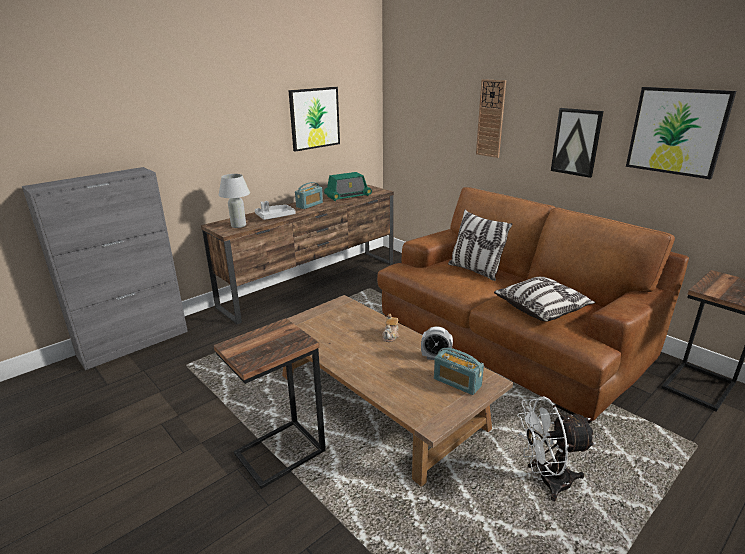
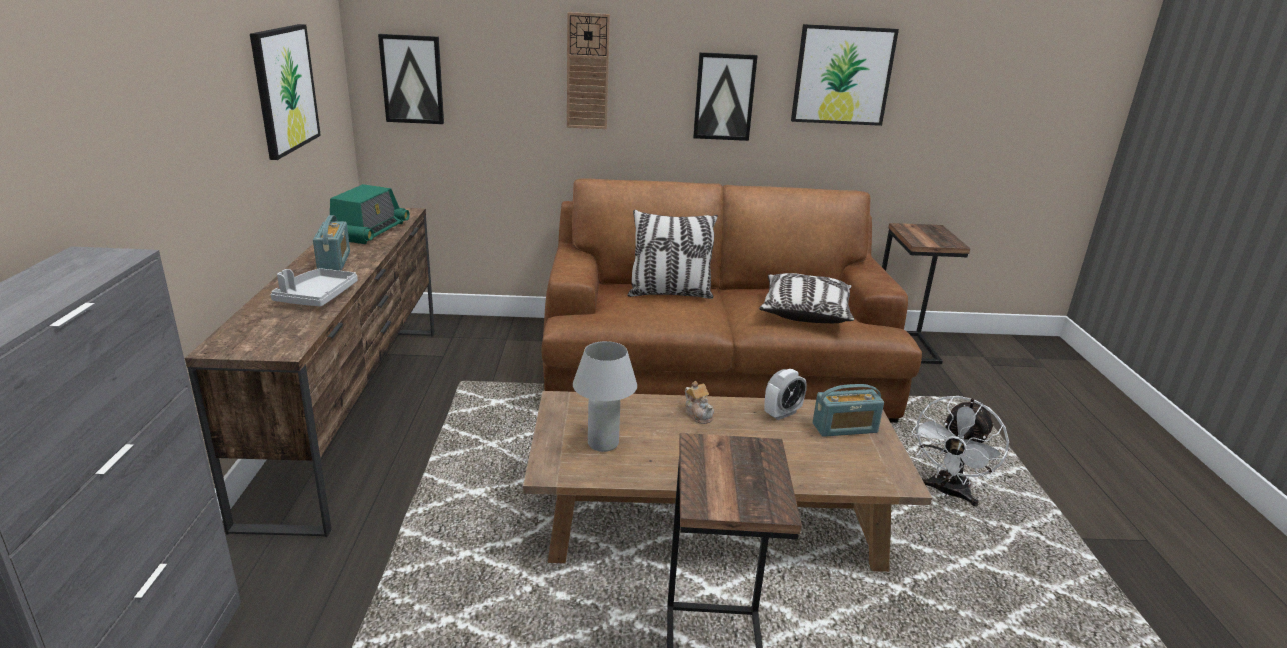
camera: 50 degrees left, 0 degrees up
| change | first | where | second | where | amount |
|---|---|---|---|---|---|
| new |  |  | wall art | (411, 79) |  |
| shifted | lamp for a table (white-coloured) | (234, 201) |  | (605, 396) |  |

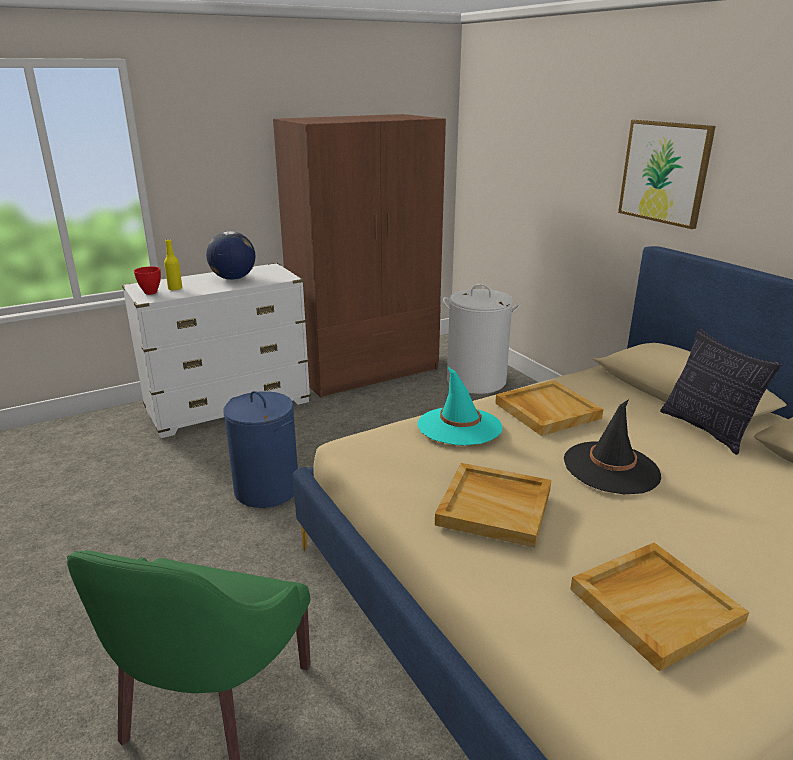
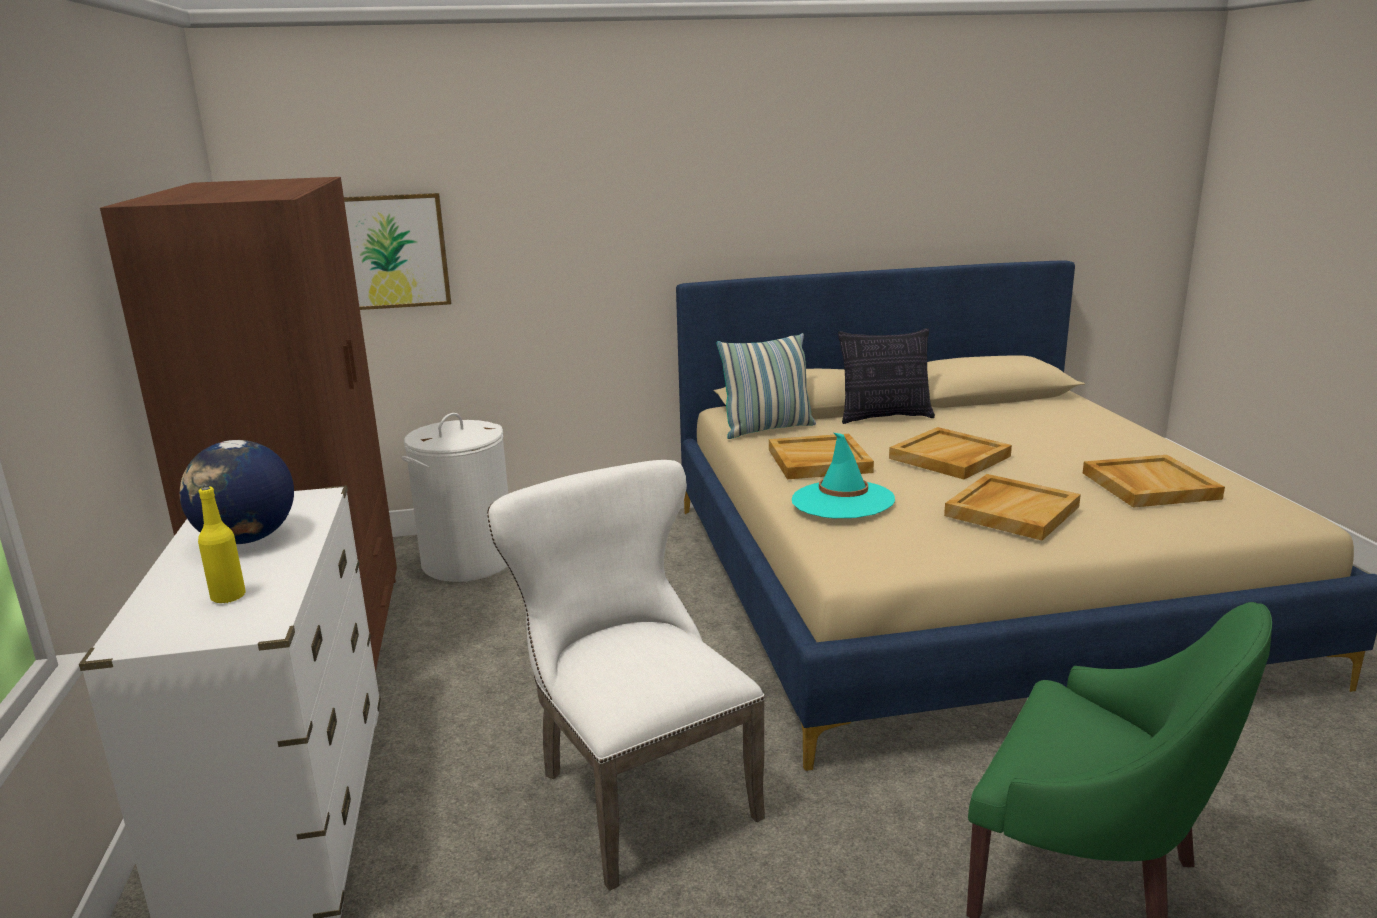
camera: 70 degrees left, 5 degrees down
| change | first | where | second | where | amount |
|---|---|---|---|---|---|
| gone | serving bowl (reddish) | (147, 280) |  |  |  |
| new |  |  | cushion | (766, 386) |  |
| shifted | wall art | (667, 174) |  | (397, 251) |  |
| swapped | washing basket (bluish) | (260, 449) | upright chair (white-coloured) | (626, 675) |  |
| swapped | clothing hat (blackish) | (612, 446) | carrying tray (beige-coloured) | (950, 453) |  |

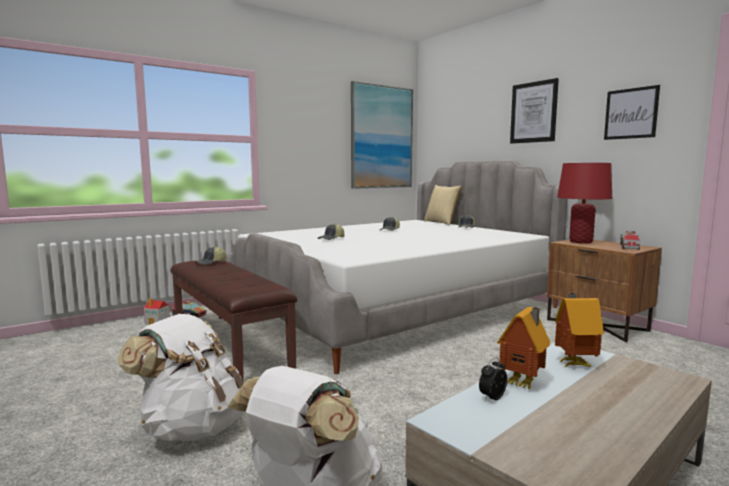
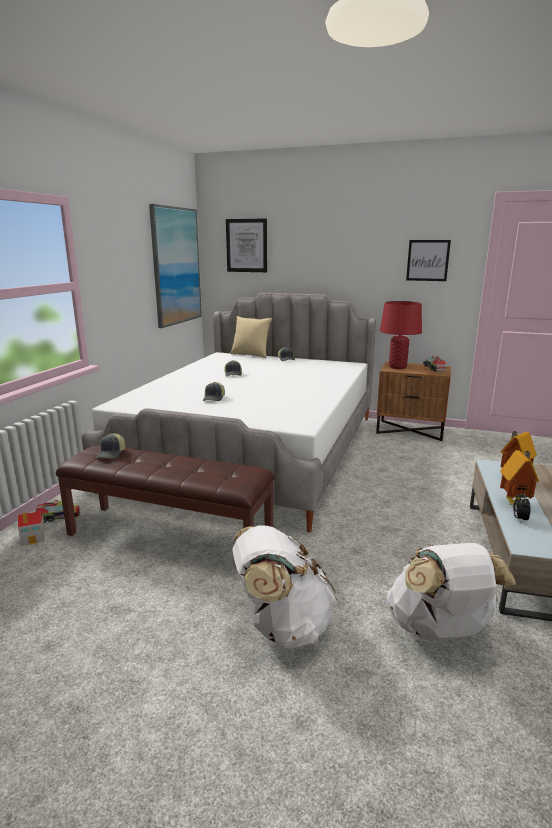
camera: 35 degrees left, 10 degrees up
| change | first | where | second | where | amount |
|---|---|---|---|---|---|
| shifted | wall art | (534, 111) |  | (246, 245) |  |

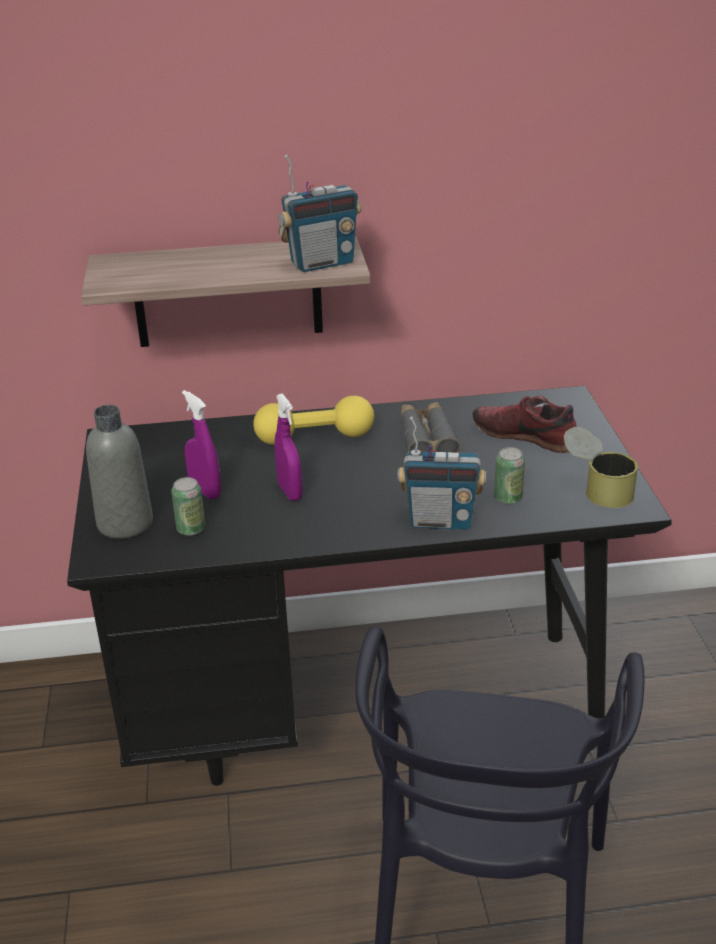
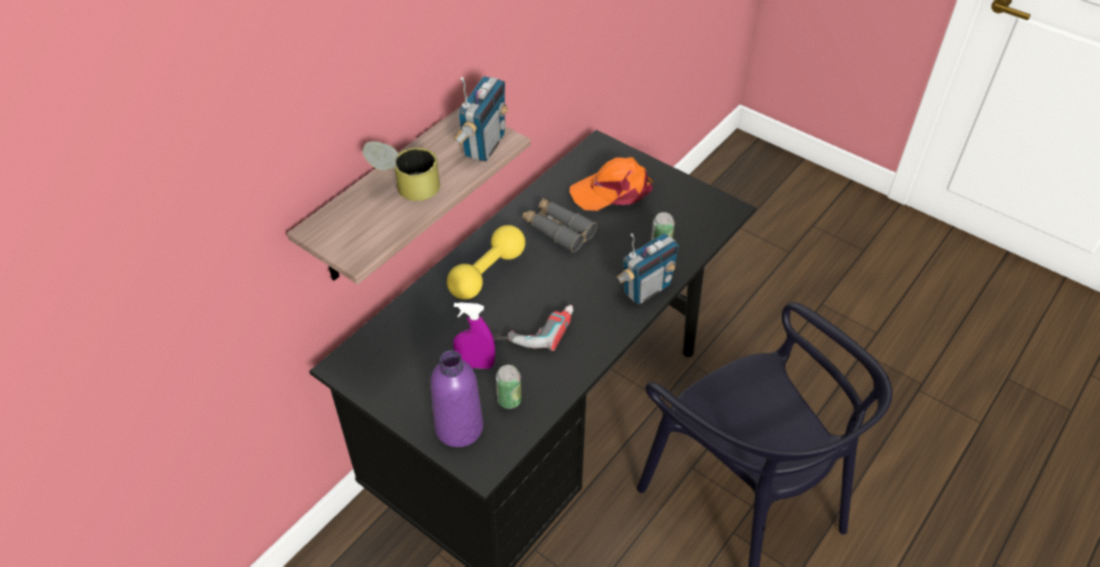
camera: 45 degrees left, 15 degrees up
| change | first | where | second | where | amount |
|---|---|---|---|---|---|
| shifted | sealed can | (601, 467) |  | (401, 171) |  |
| swapped | spray bottle (purplish) | (289, 447) | power drill | (533, 328) |  |
| swapped | item of footwear | (525, 424) | cap (orangey) | (611, 184) |  |
| repainted | drink bottle (greyish) | (119, 472) | drink bottle (purplish) | (456, 398) |  |

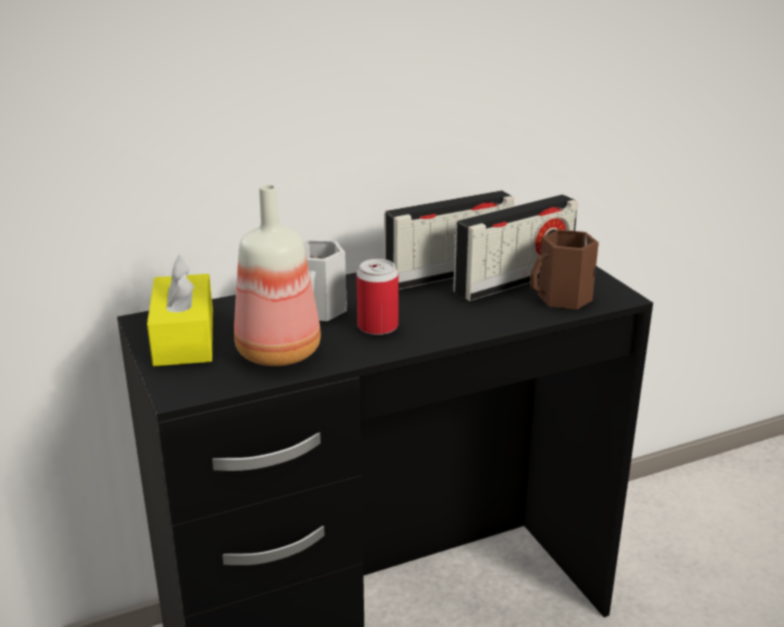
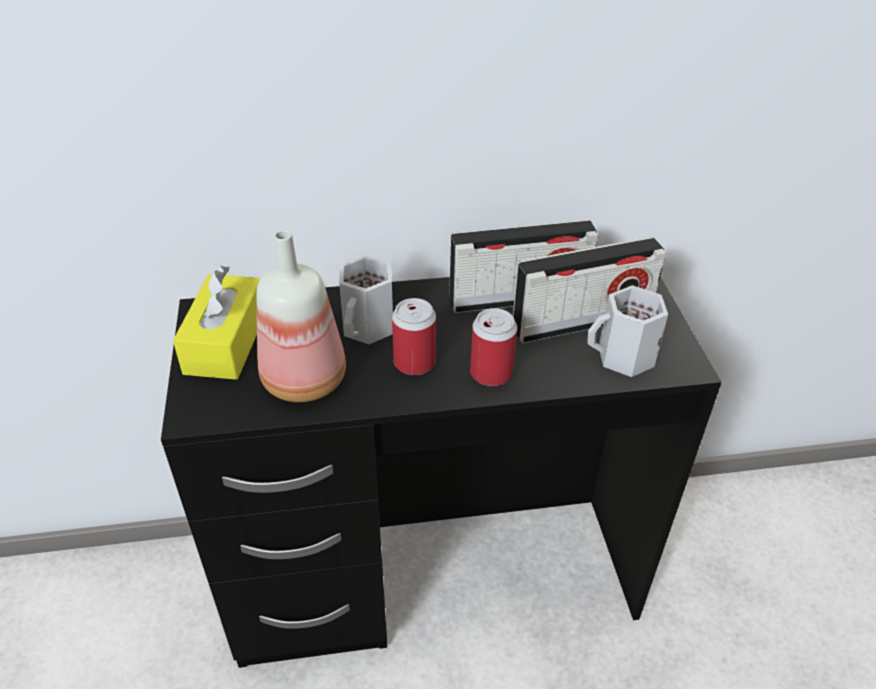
camera: 15 degrees right, 15 degrees up
| change | first | where | second | where | amount |
|---|---|---|---|---|---|
| new |  |  | sealed can | (493, 347) |  |
| repainted | mug (brownish) | (564, 270) | mug (white-coloured) | (627, 331) |  |

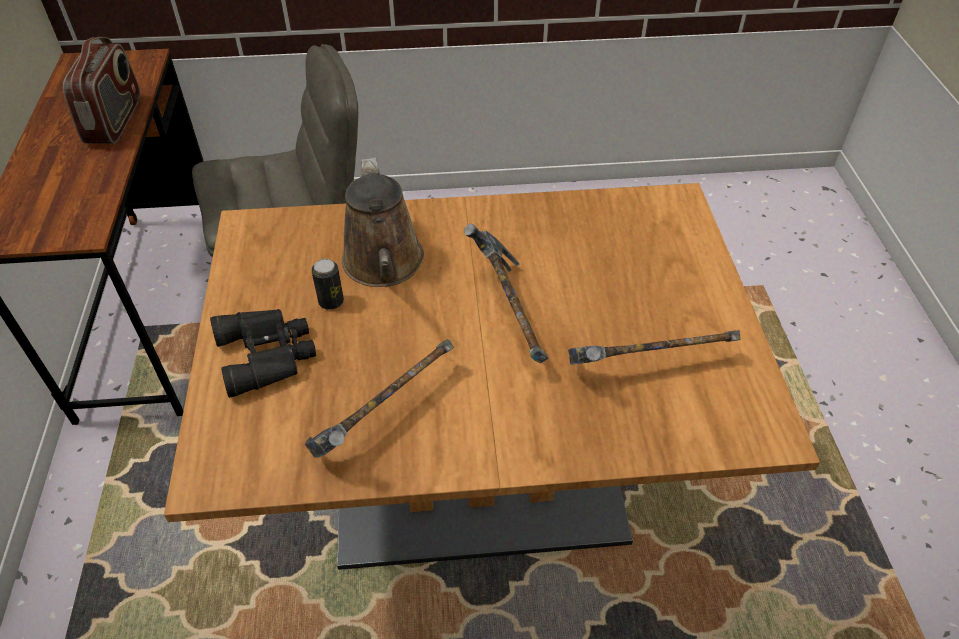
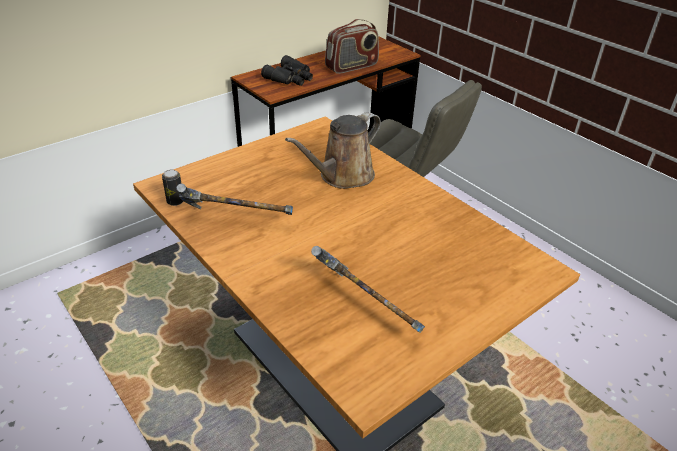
camera: 55 degrees right, 10 degrees down
| change | first | where | second | where | amount |
|---|---|---|---|---|---|
| gone | hammer | (506, 293) |  |  |  |
| shifted | binoculars (blackish) | (263, 353) |  | (287, 70) |  |
| shifted | sealed can | (327, 284) |  | (172, 188) |  |

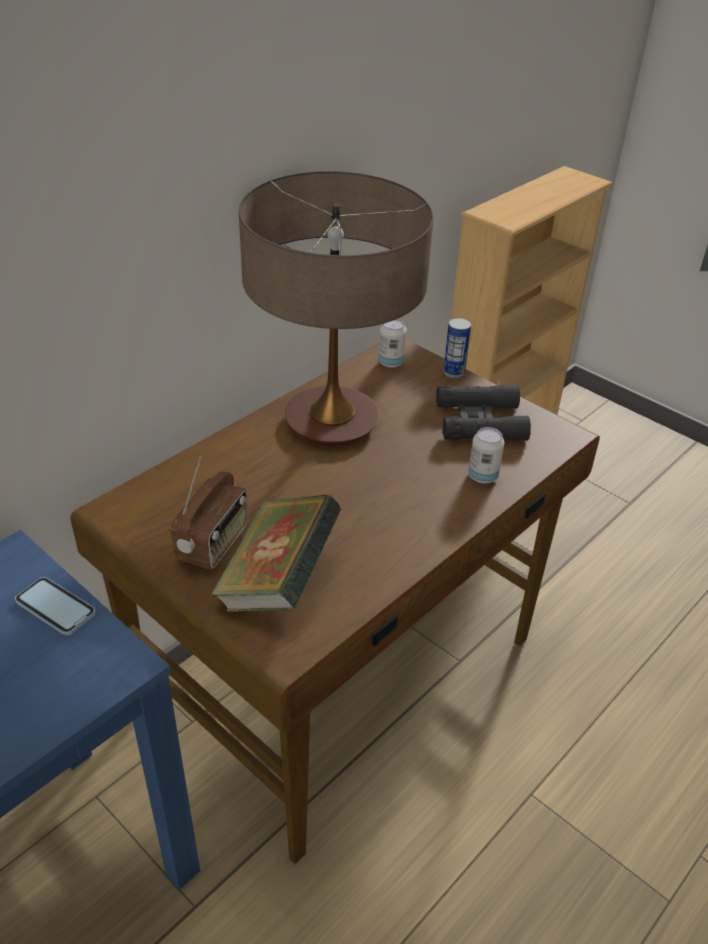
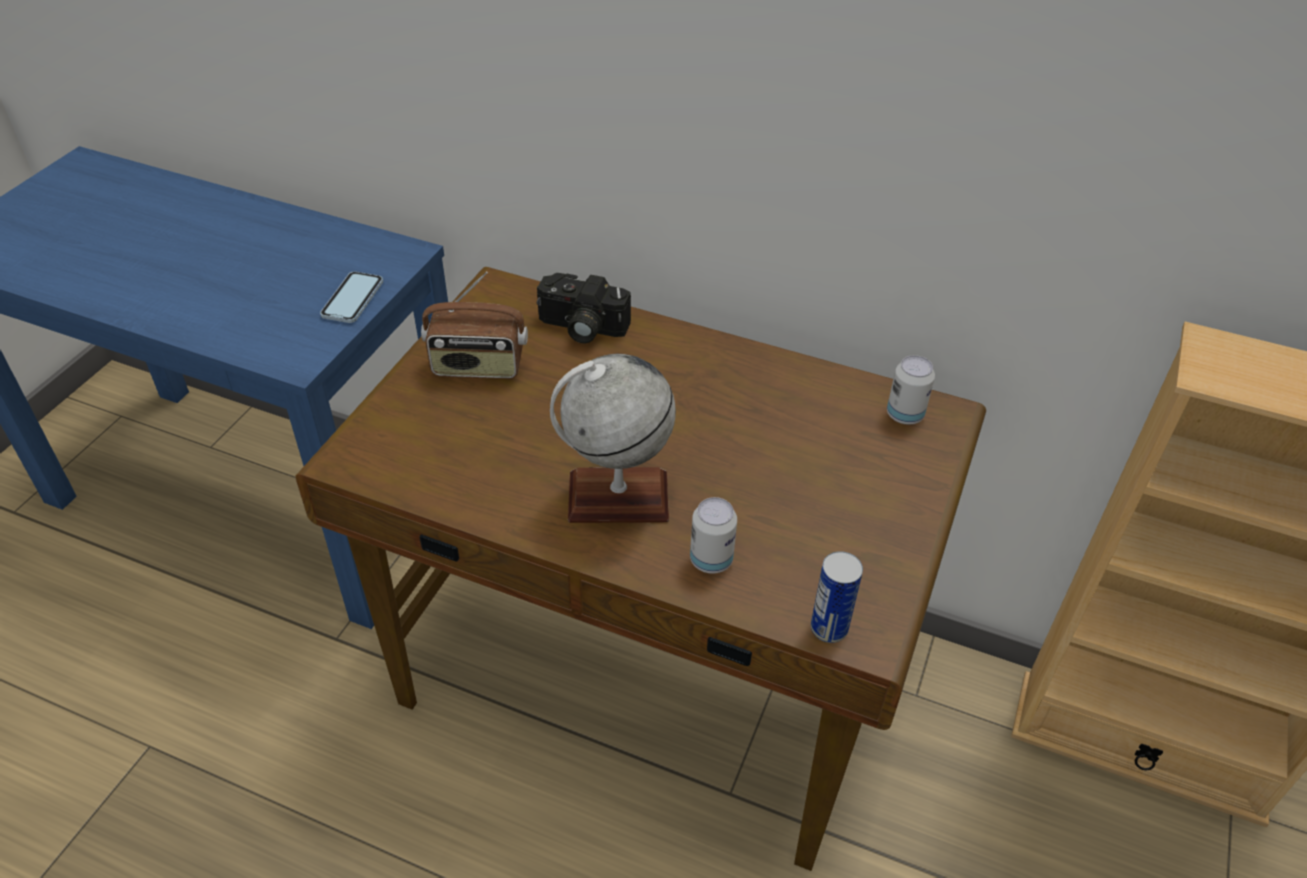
camera: 70 degrees right, 5 degrees up
| change | first | where | second | where | amount |
|---|---|---|---|---|---|
| gone | bound book | (276, 553) |  |  |  |
| gone | lamp for a table | (336, 309) |  |  |  |
| gone | binoculars (blackish) | (483, 413) |  |  |  |
| new |  |  | photo camera | (584, 308) |  |
| new |  |  | desk globe | (613, 438) |  |
| shifted | sealed can | (457, 348) |  | (837, 597) |  |

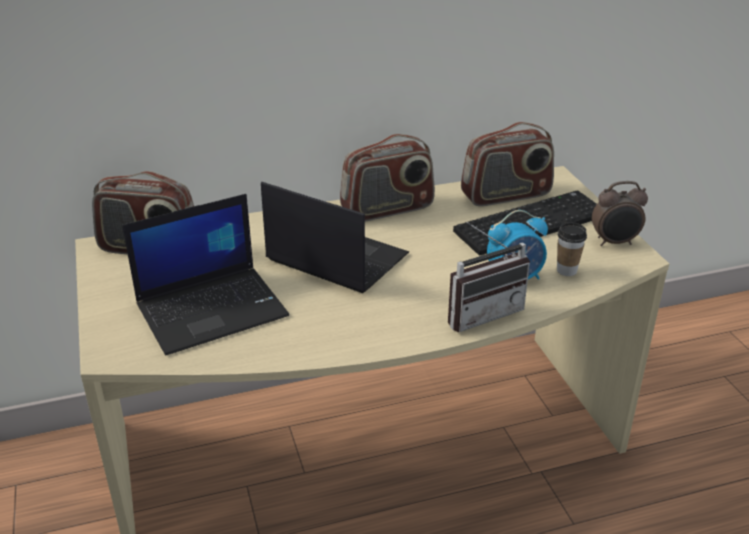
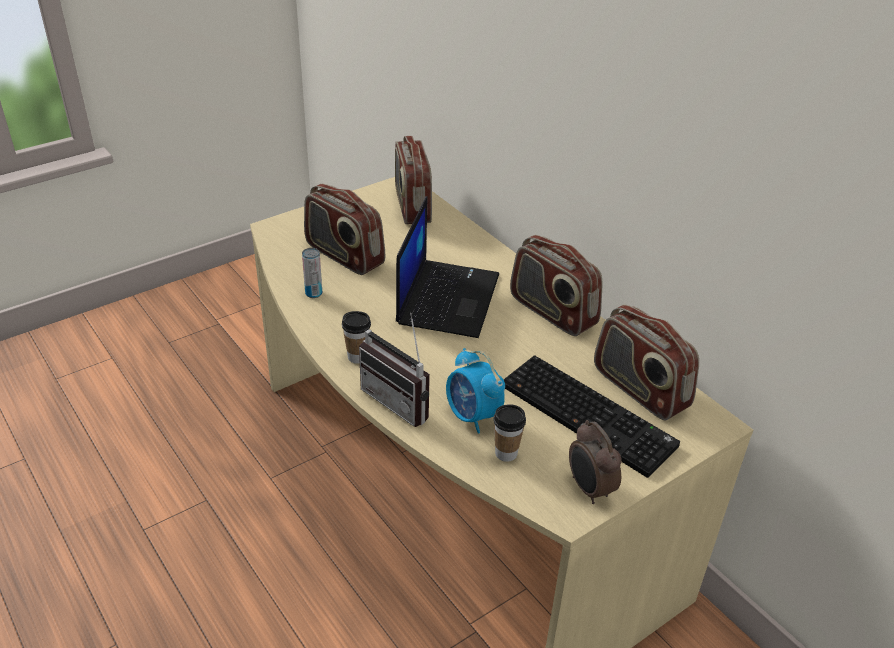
camera: 70 degrees right, 5 degrees up
| change | first | where | second | where | amount |
|---|---|---|---|---|---|
| new |  |  | sealed can | (312, 273) |  |
| new |  |  | cup | (356, 337) |  |
| swapped | laptop | (205, 274) | radio set | (344, 229) |  |

